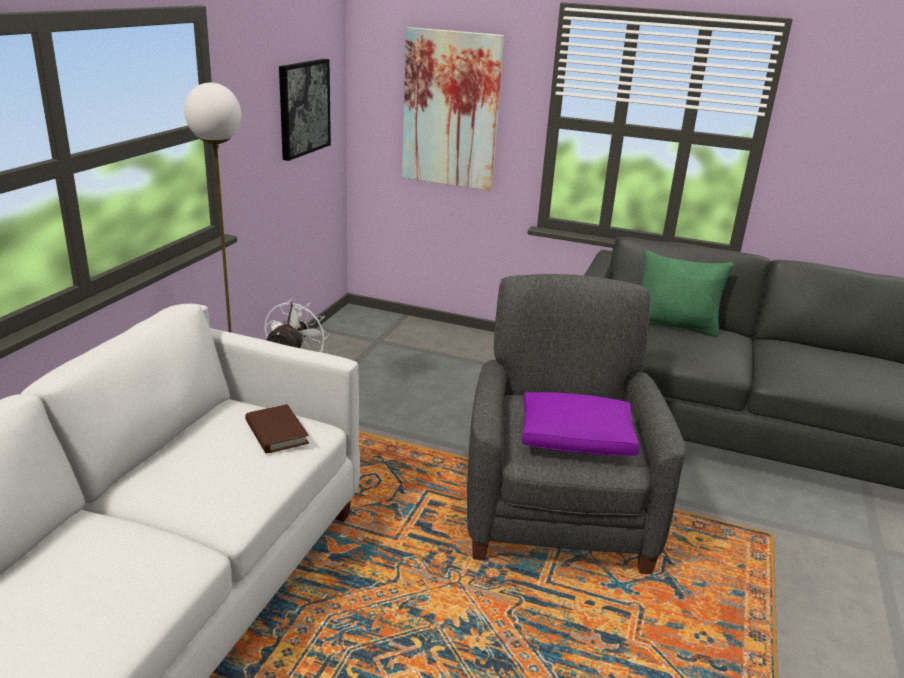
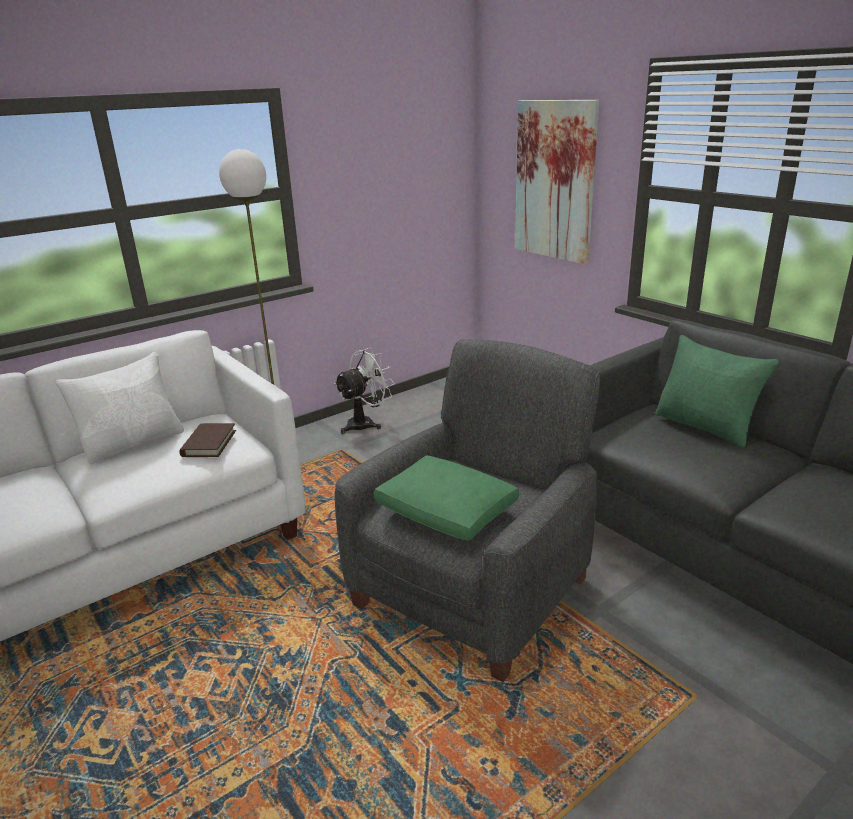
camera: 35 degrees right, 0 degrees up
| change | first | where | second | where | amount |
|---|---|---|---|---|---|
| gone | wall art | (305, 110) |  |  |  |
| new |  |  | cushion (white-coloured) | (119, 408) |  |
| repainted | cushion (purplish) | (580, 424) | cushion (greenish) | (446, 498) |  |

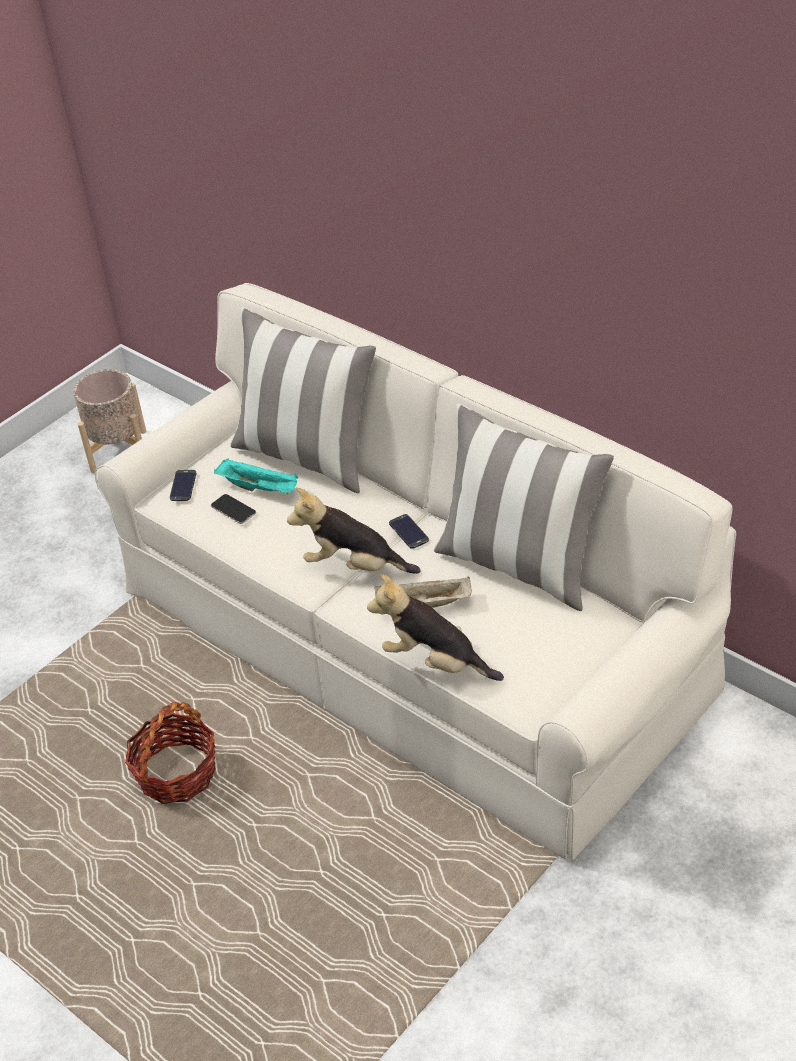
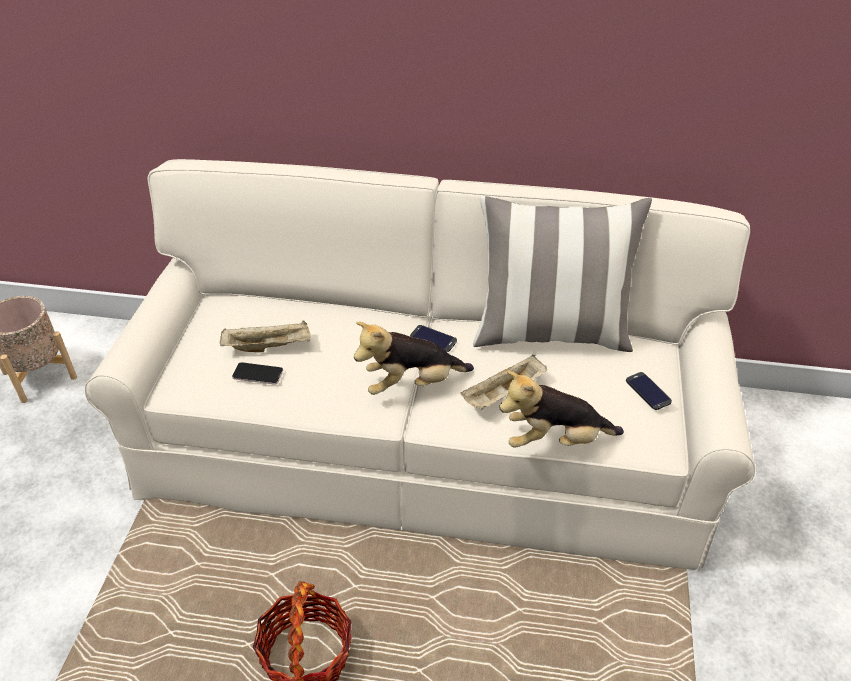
camera: 35 degrees left, 0 degrees up
| change | first | where | second | where | amount |
|---|---|---|---|---|---|
| gone | cushion | (303, 400) |  |  |  |
| shifted | telephone | (183, 485) |  | (649, 391) |  |
| repainted | carrying tray (blue-green) | (256, 476) | carrying tray (beige-coloured) | (265, 336) |  |

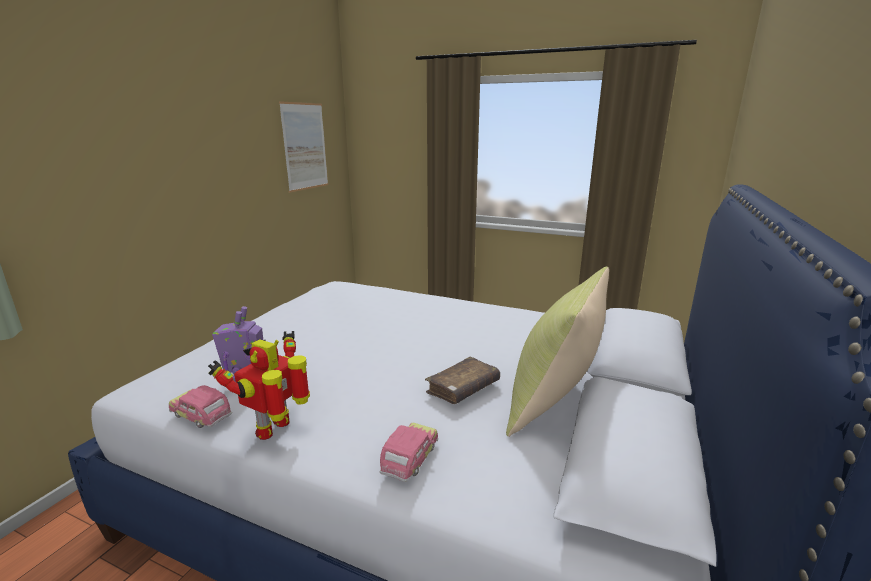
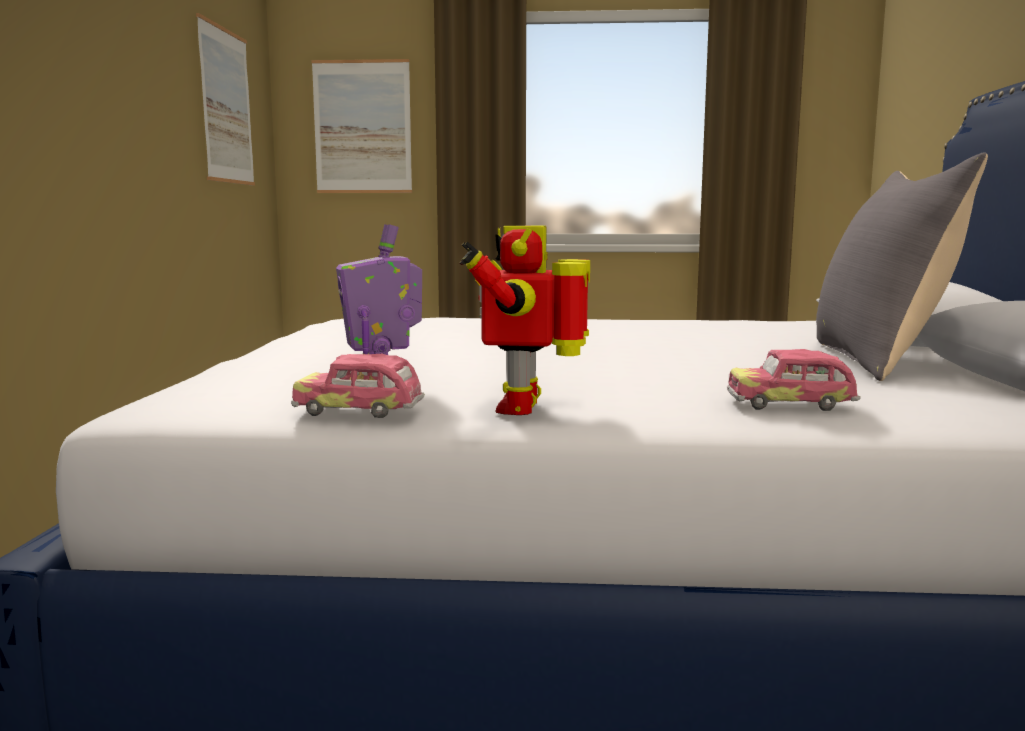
camera: 20 degrees left, 10 degrees down
| change | first | where | second | where | amount |
|---|---|---|---|---|---|
| gone | bound book (brownish) | (462, 380) |  |  |  |
| new |  |  | wall art | (361, 126) |  |
| repainted | cushion (yellow-coloured) | (557, 352) | cushion (greyish) | (902, 266) |  |
| rotated | miniature car | (409, 452) |  | (794, 380) | 90 degrees counterclockwise |

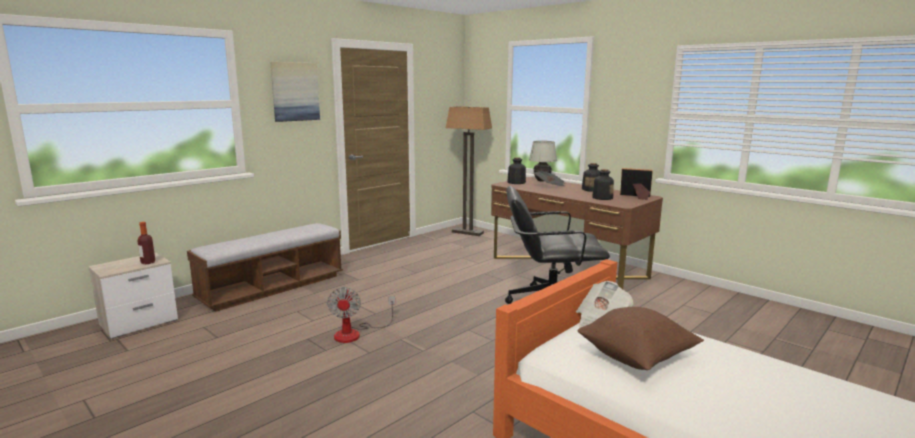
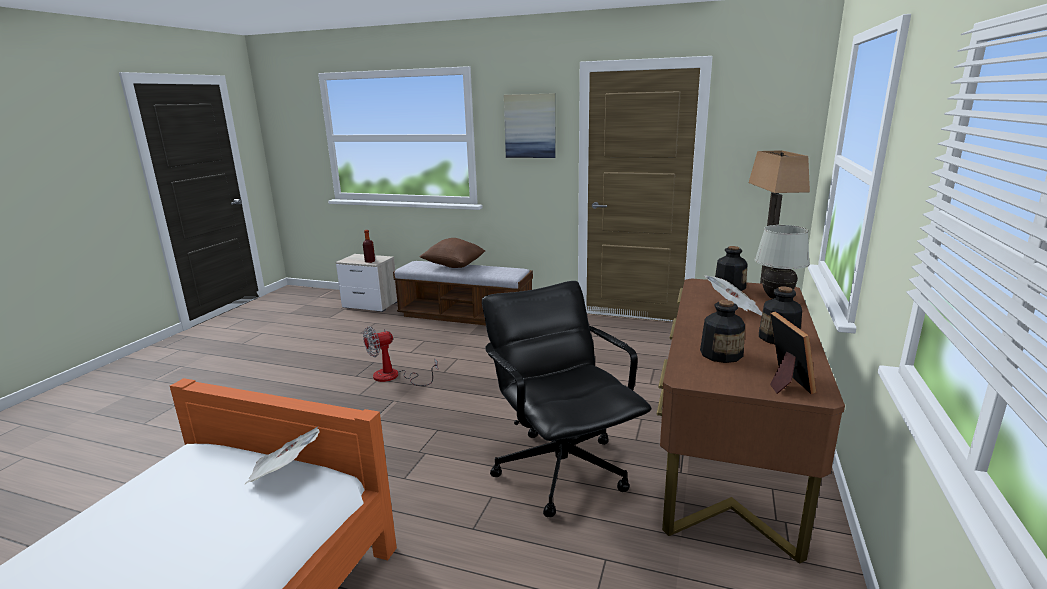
camera: 65 degrees right, 5 degrees up
| change | first | where | second | where | amount |
|---|---|---|---|---|---|
| shifted | cushion (brownish) | (641, 338) |  | (452, 253) |  |

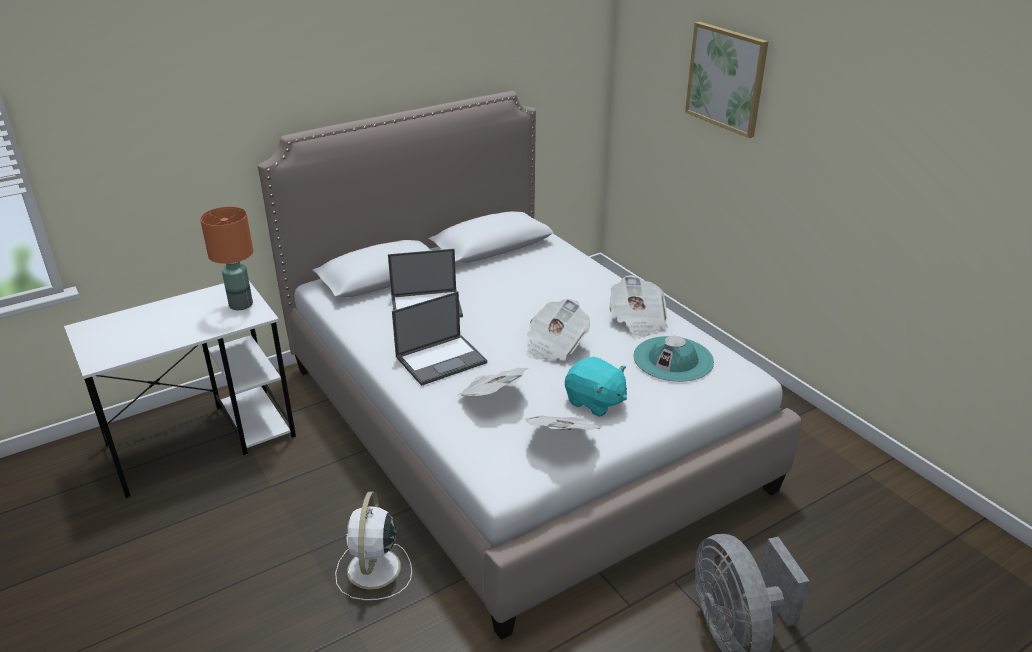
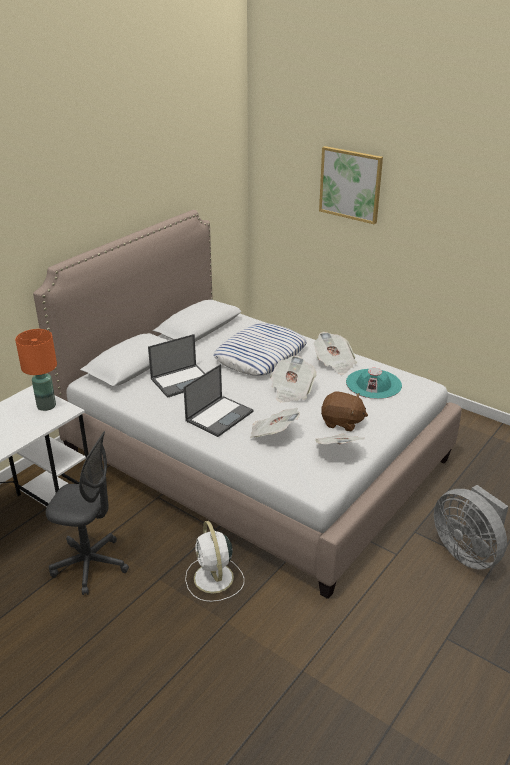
camera: 20 degrees left, 0 degrees up
| change | first | where | second | where | amount |
|---|---|---|---|---|---|
| new |  |  | computer chair (greyish) | (87, 513) |  |
| new |  |  | cushion | (260, 349) |  |
| repainted | cuddly toy (blue-green) | (596, 387) | cuddly toy (brownish) | (344, 411) |  |

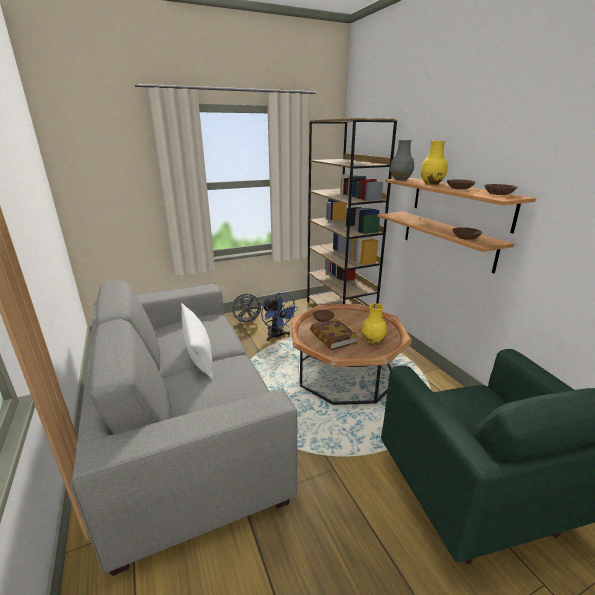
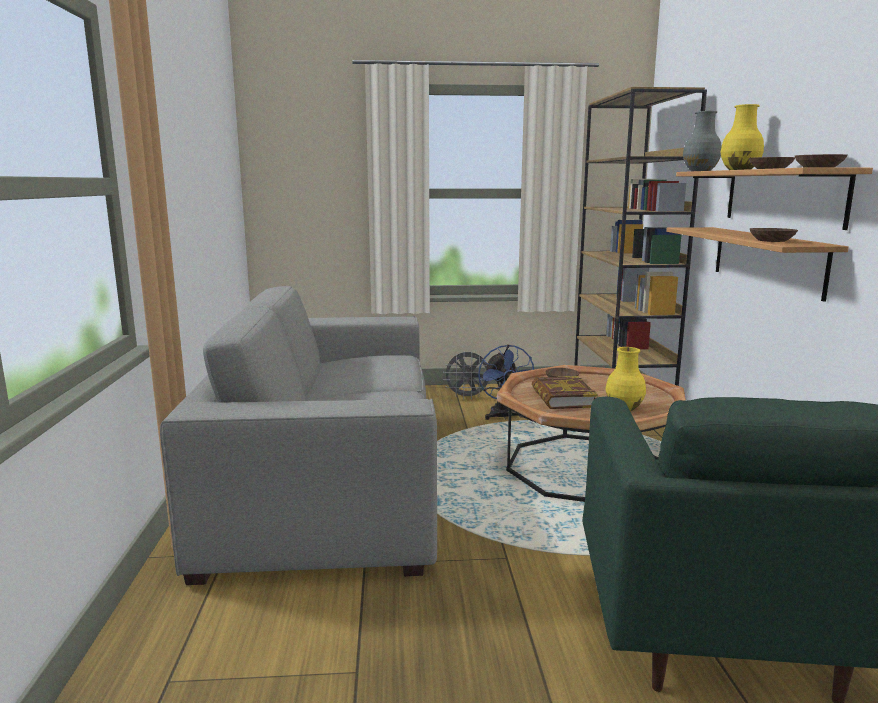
camera: 20 degrees right, 10 degrees down
| change | first | where | second | where | amount |
|---|---|---|---|---|---|
| gone | cushion (white-coloured) | (197, 341) |  |  |  |

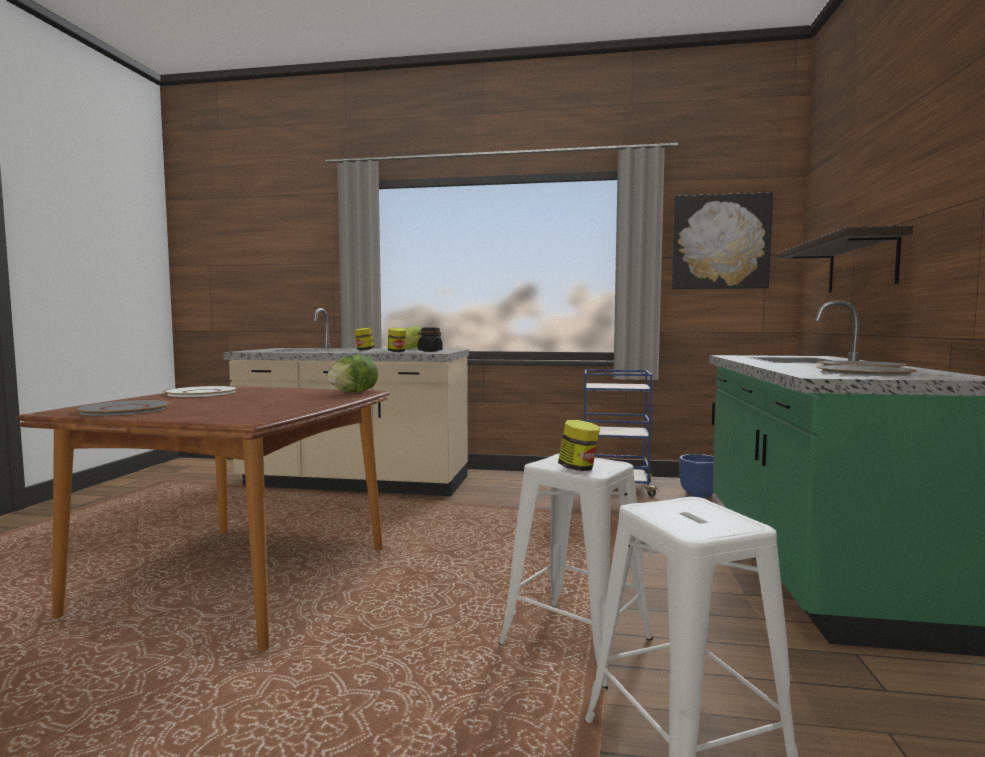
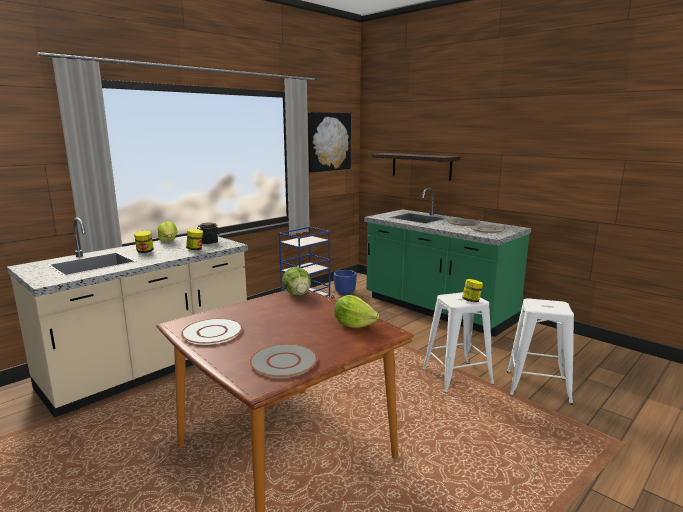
camera: 55 degrees left, 10 degrees up
| change | first | where | second | where | amount |
|---|---|---|---|---|---|
| new |  |  | head of lettuce | (356, 311) |  |

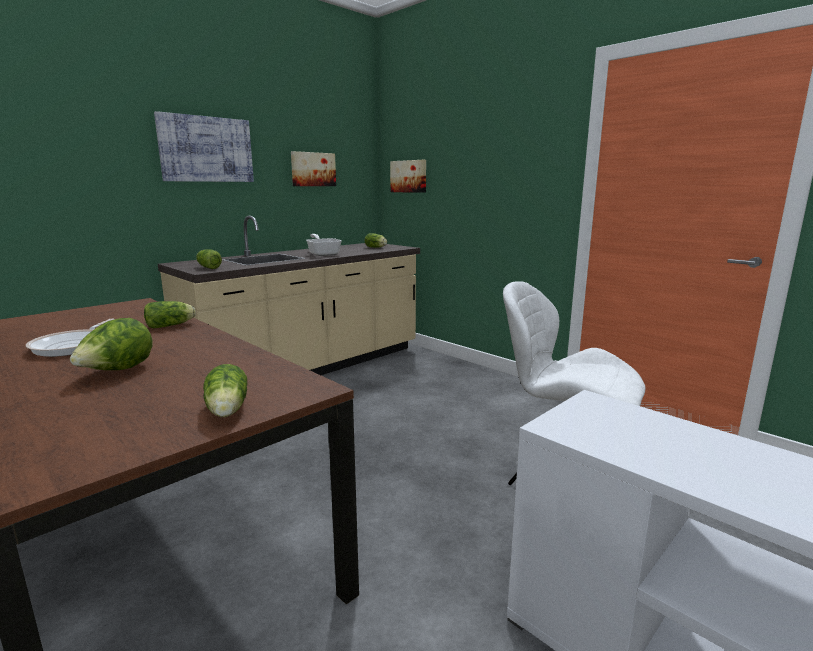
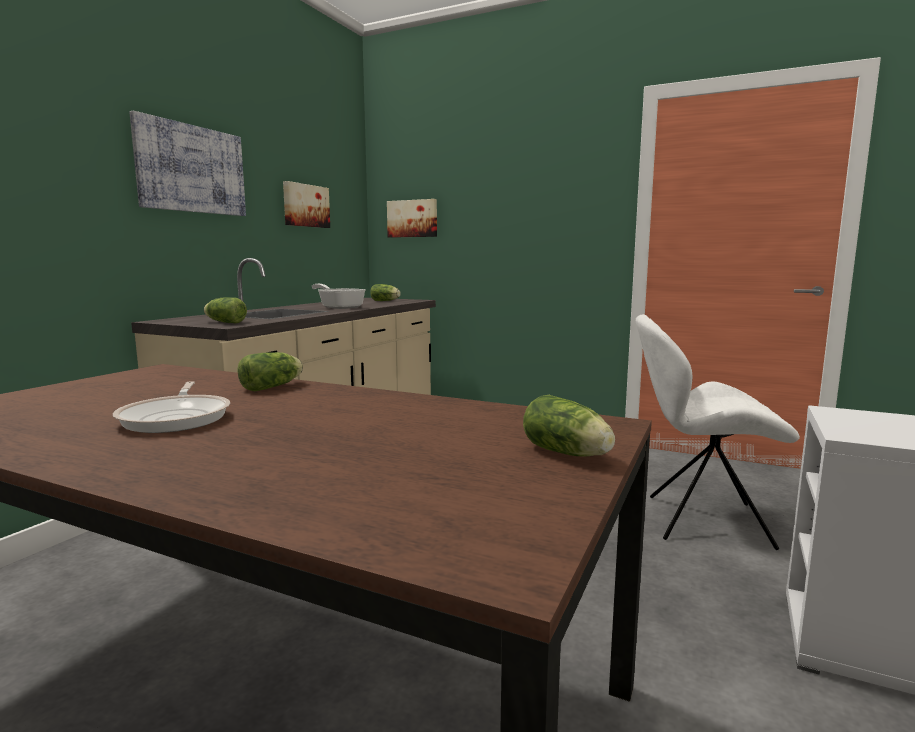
camera: 20 degrees left, 5 degrees down
| change | first | where | second | where | amount |
|---|---|---|---|---|---|
| gone | head of lettuce | (111, 344) |  |  |  |

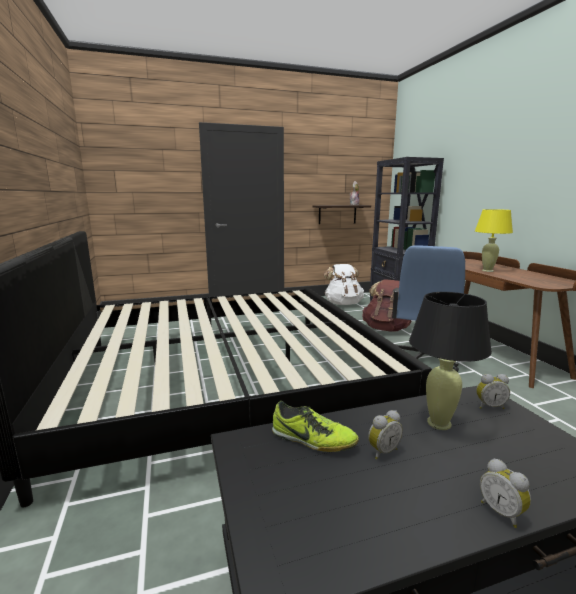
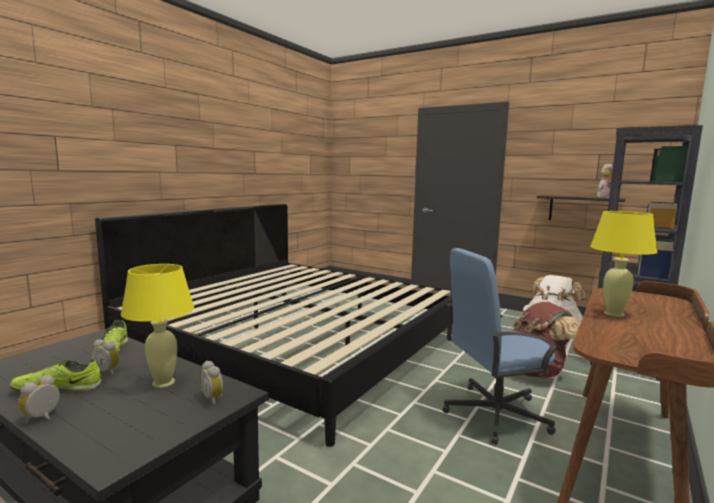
camera: 50 degrees right, 5 degrees down
| change | first | where | second | where | amount |
|---|---|---|---|---|---|
| new |  |  | item of footwear | (56, 375) |  |
| repainted | lamp for a table (blackish) | (450, 361) | lamp for a table (yellow-coloured) | (157, 326) |  |

